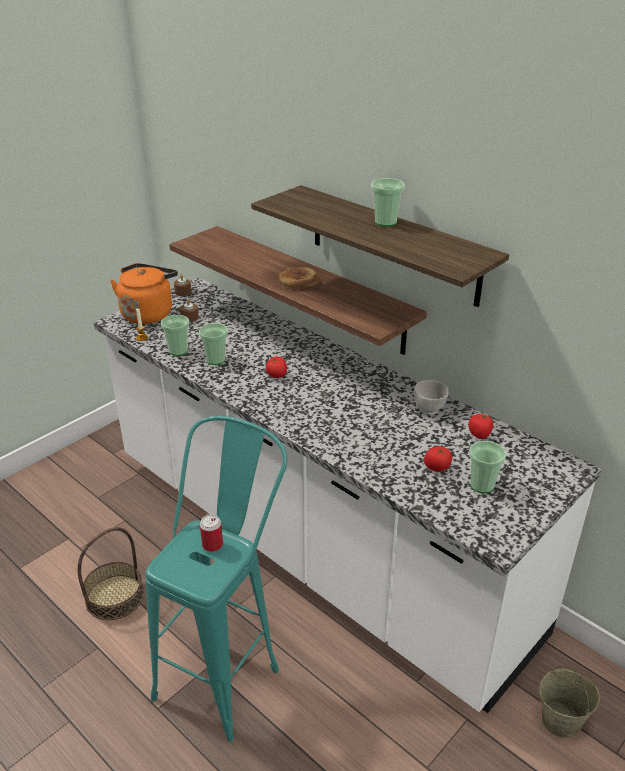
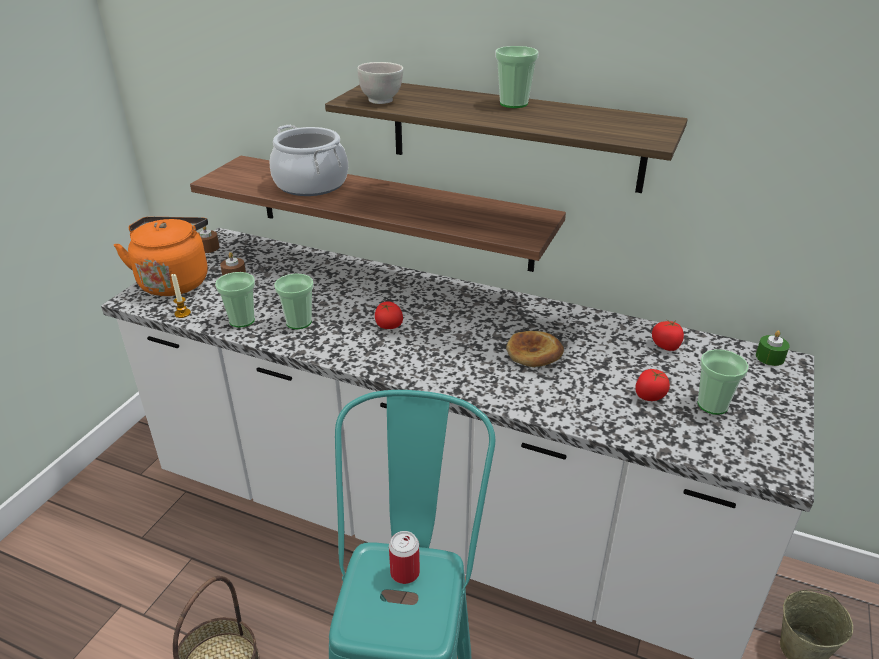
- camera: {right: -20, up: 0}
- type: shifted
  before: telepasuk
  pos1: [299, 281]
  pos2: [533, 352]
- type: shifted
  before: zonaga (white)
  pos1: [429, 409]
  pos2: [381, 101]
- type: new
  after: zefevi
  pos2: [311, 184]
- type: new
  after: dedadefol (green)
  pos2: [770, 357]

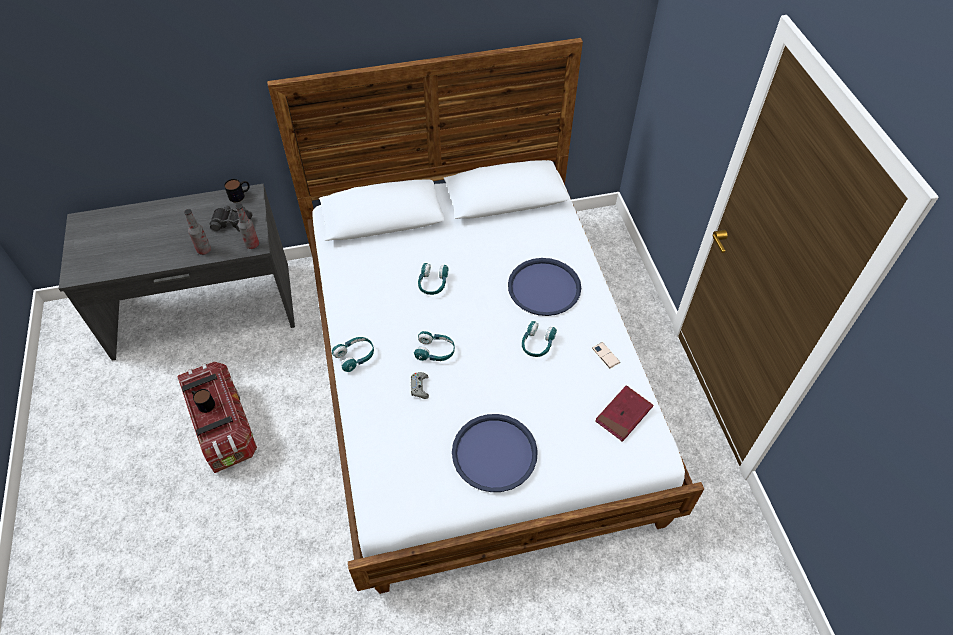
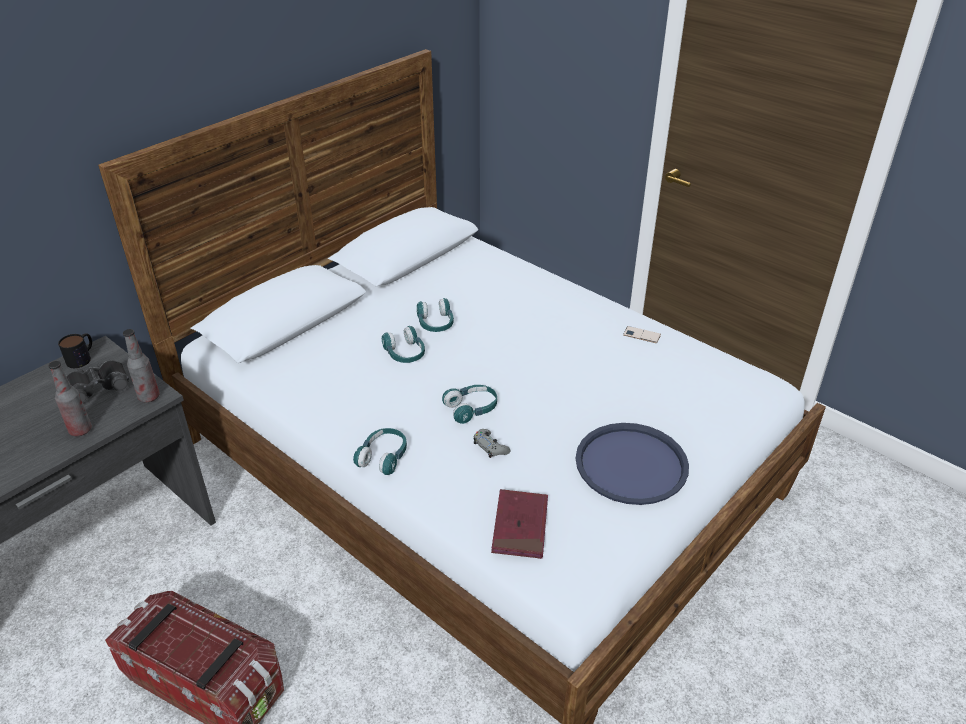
- camera: {right: -35, up: -15}
- type: gone
  before: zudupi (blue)
  pos1: [544, 287]
- type: shifted
  before: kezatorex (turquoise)
  pos1: [537, 344]
  pos2: [435, 323]
- type: shifted
  before: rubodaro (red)
  pos1: [623, 414]
  pos2: [520, 526]
- type: gone
  before: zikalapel
  pos1: [203, 403]

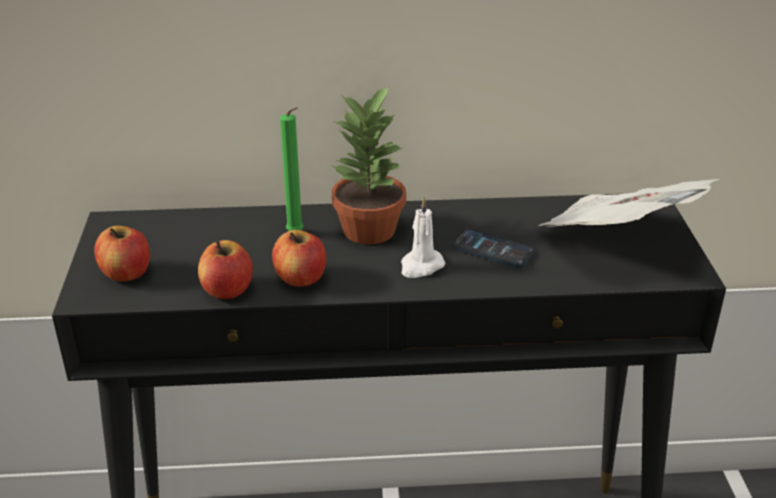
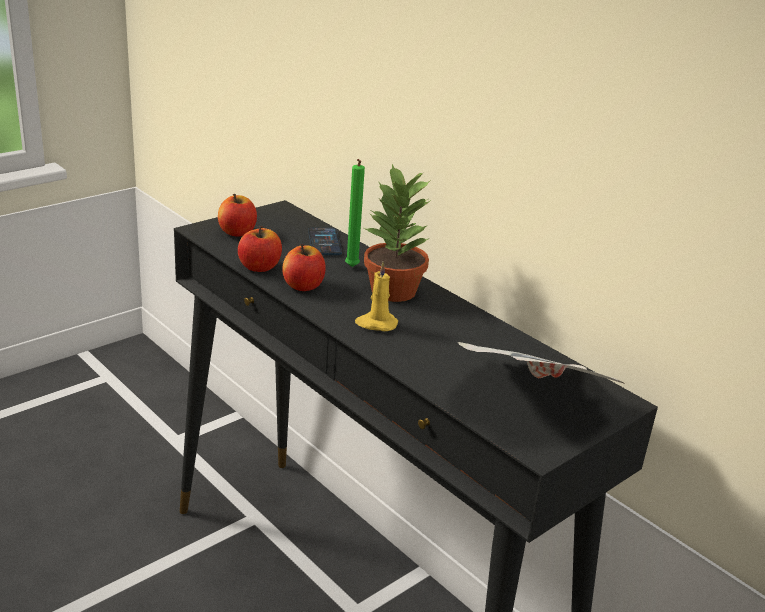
- camera: {right: 50, up: -5}
- type: repainted
  before: dedadefol (white)
  after: dedadefol (yellow)
  pos1: [421, 266]
  pos2: [376, 323]
- type: shifted
  before: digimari
  pos1: [492, 249]
  pos2: [324, 242]

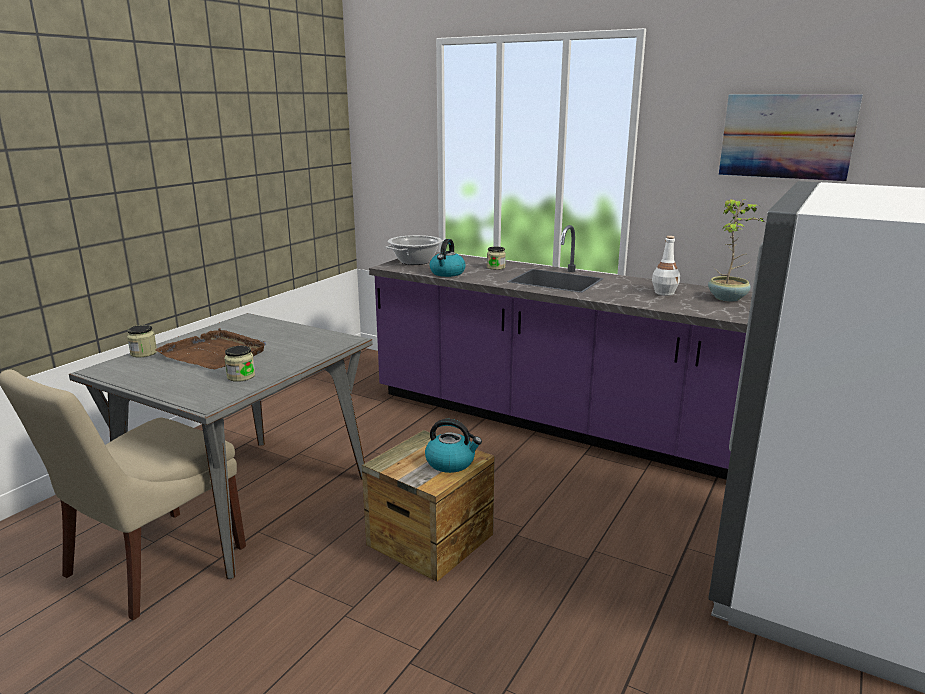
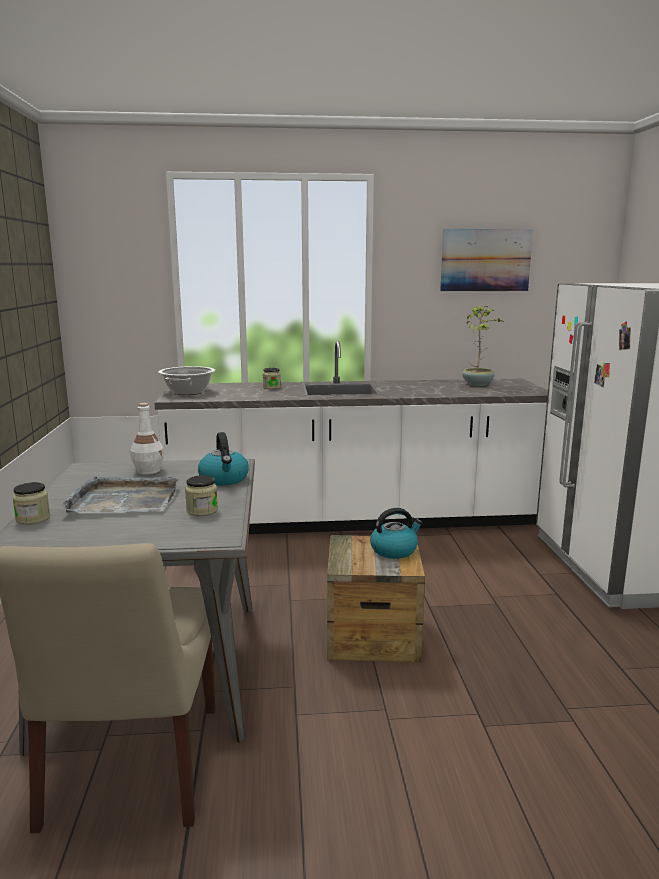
- camera: {right: -35, up: -5}
- type: repainted
  before: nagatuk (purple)
  after: nagatuk (white)
  pos1: [564, 424]
  pos2: [354, 520]
- type: shifted
  before: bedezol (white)
  pos1: [664, 293]
  pos2: [148, 471]
- type: shifted
  before: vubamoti
  pos1: [447, 273]
  pos2: [224, 479]
- type: repainted
  before: zudupi (brown)
  after: zudupi (grey)
  pos1: [214, 353]
  pos2: [123, 500]

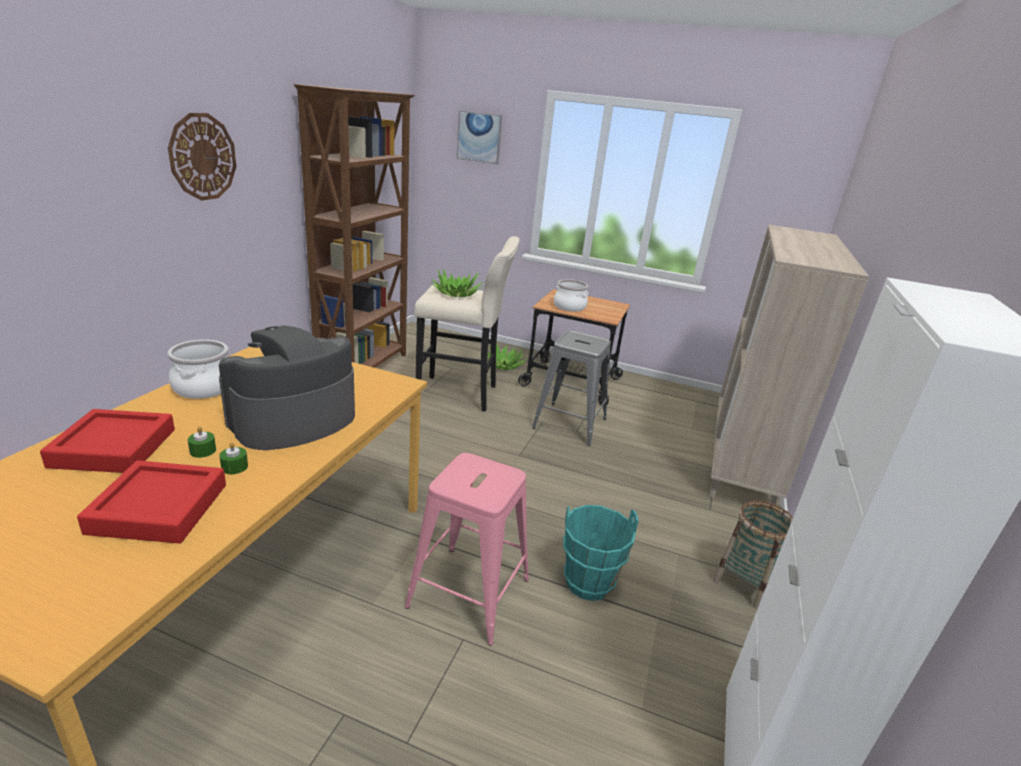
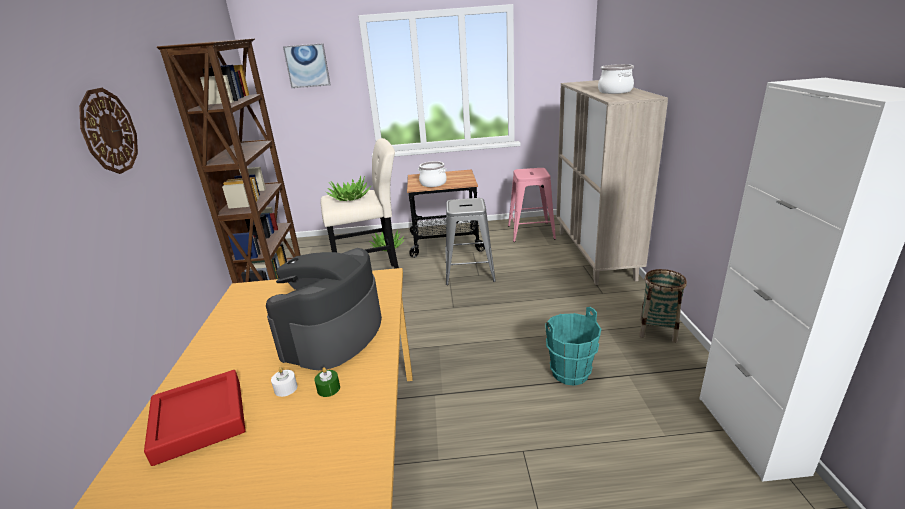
- camera: {right: -20, up: 0}
- type: shifted
  before: zefevi
  pos1: [204, 388]
  pos2: [615, 91]
- type: repainted
  before: dedadefol (green)
  after: dedadefol (white)
  pos1: [203, 451]
  pos2: [286, 388]
- type: shifted
  before: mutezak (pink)
  pos1: [468, 592]
  pos2: [530, 232]
- type: gone
  before: zudupi (red)
  pos1: [159, 508]

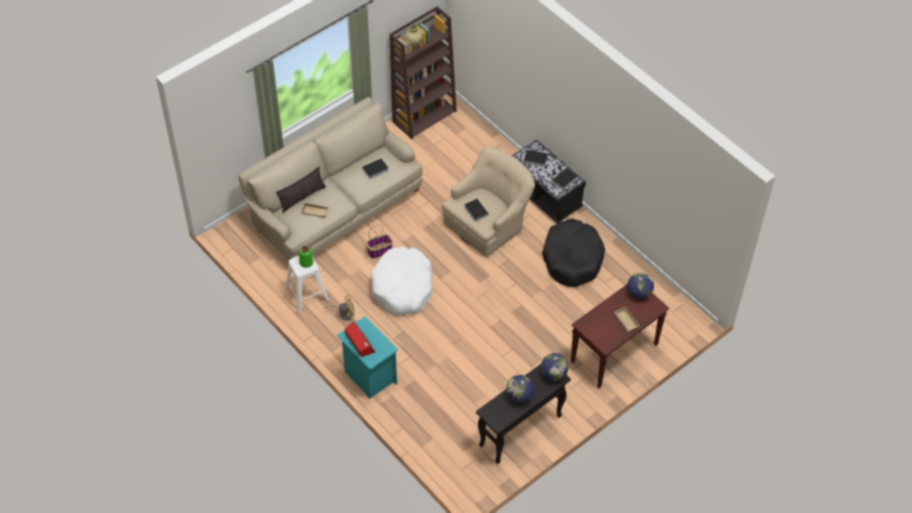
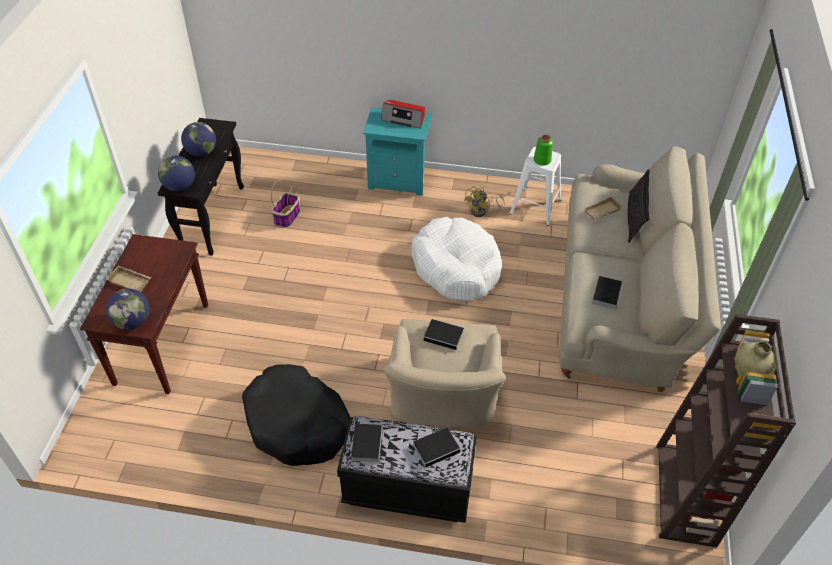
- camera: {right: 140, up: -5}
- type: shifted
  before: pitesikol
  pos1: [380, 250]
  pos2: [287, 217]

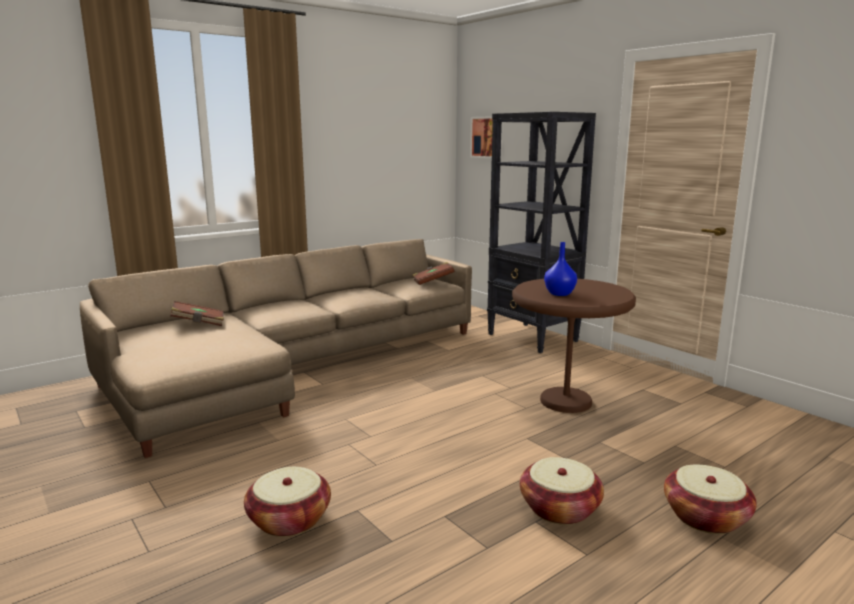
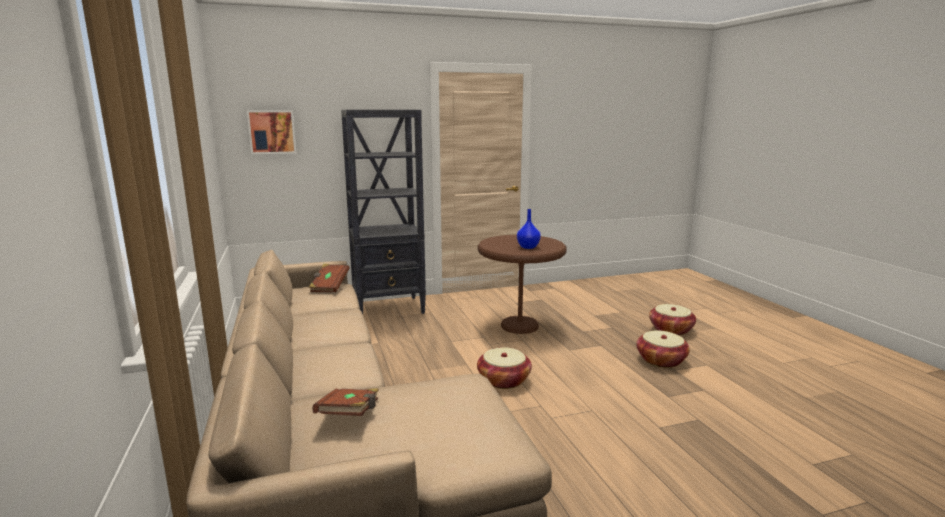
- camera: {right: -70, up: 0}
- type: shifted
  before: pitesikol
  pos1: [289, 520]
  pos2: [504, 380]

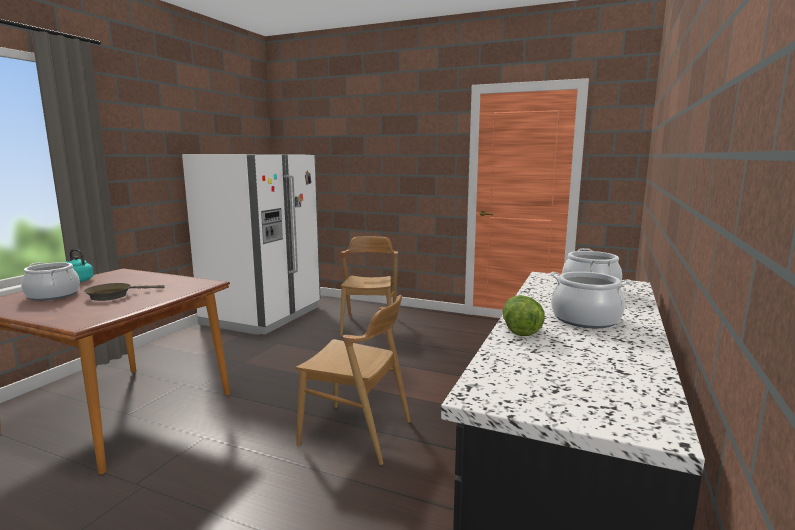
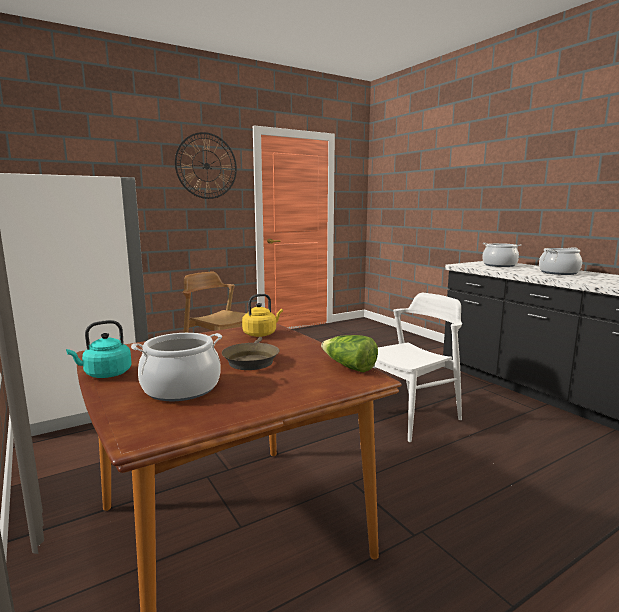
- camera: {right: -55, up: 0}
- type: repainted
  before: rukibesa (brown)
  after: rukibesa (white)
  pos1: [356, 433]
  pos2: [410, 417]
- type: shifted
  before: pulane
  pos1: [519, 329]
  pos2: [349, 367]
- type: new
  after: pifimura
  pos2: [206, 166]
- type: new
  after: vubamoti (yellow)
  pos2: [261, 334]

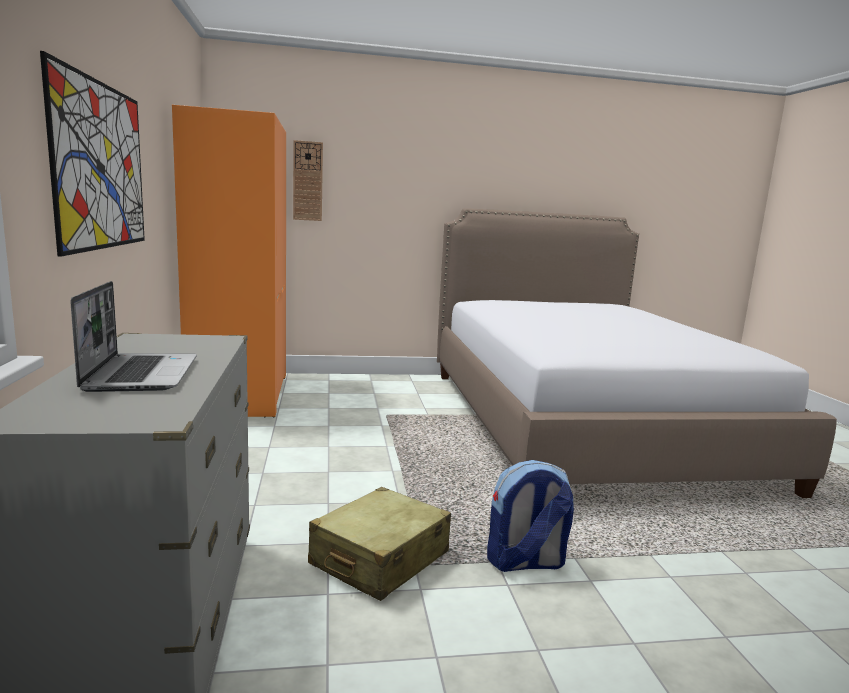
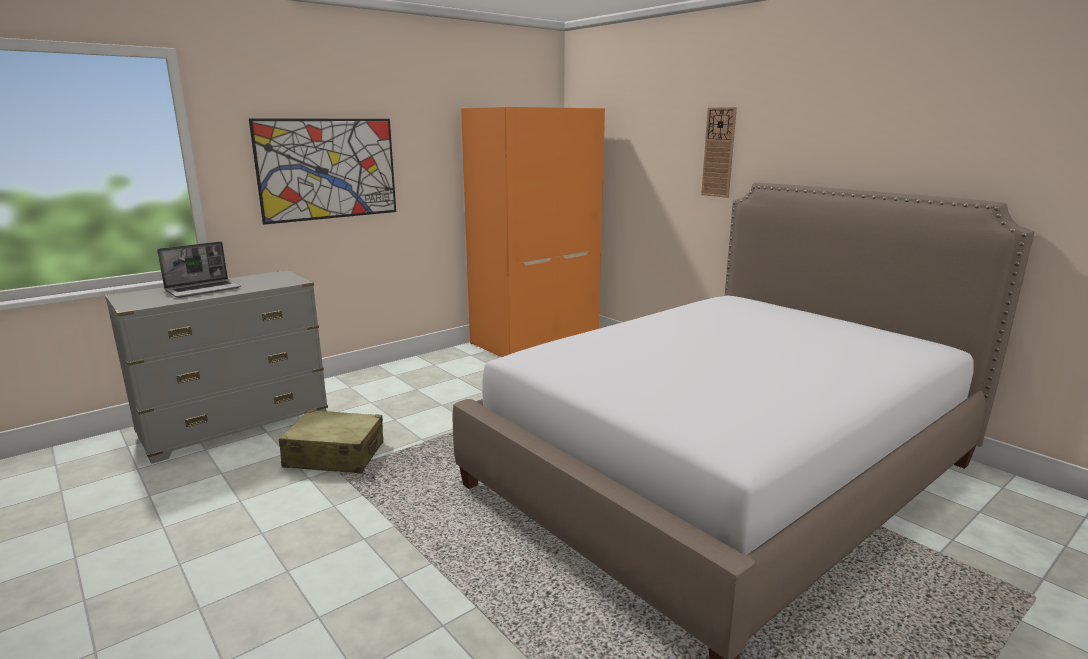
- camera: {right: 60, up: 5}
- type: shifted
  before: pifimura
  pos1: [307, 181]
  pos2: [719, 152]
- type: gone
  before: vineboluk
  pos1: [525, 562]

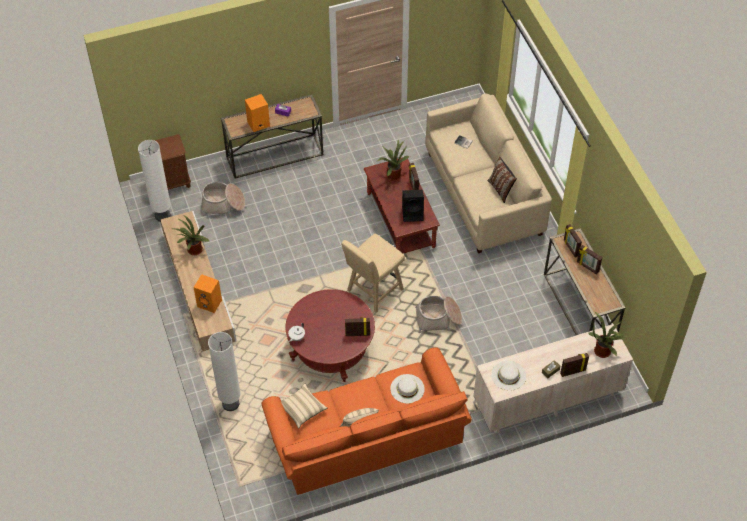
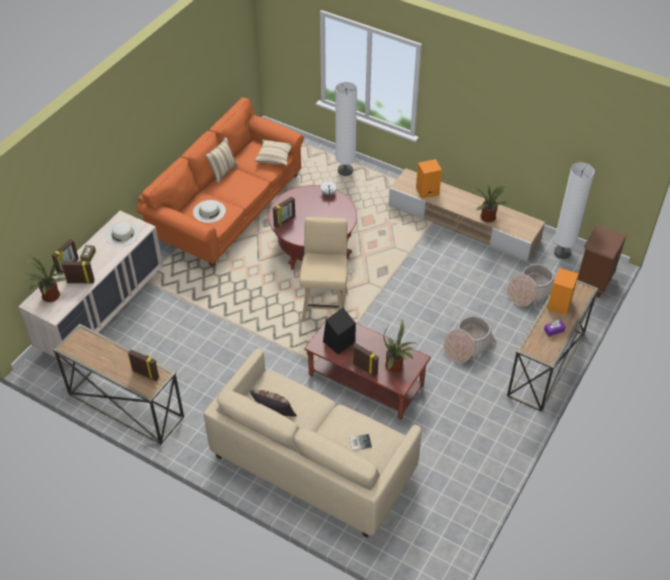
- camera: {right: 140, up: -5}
- type: shifted
  before: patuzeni
  pos1: [587, 267]
  pos2: [81, 281]
- type: shifted
  before: pitesikol
  pos1: [438, 319]
  pos2: [467, 346]

